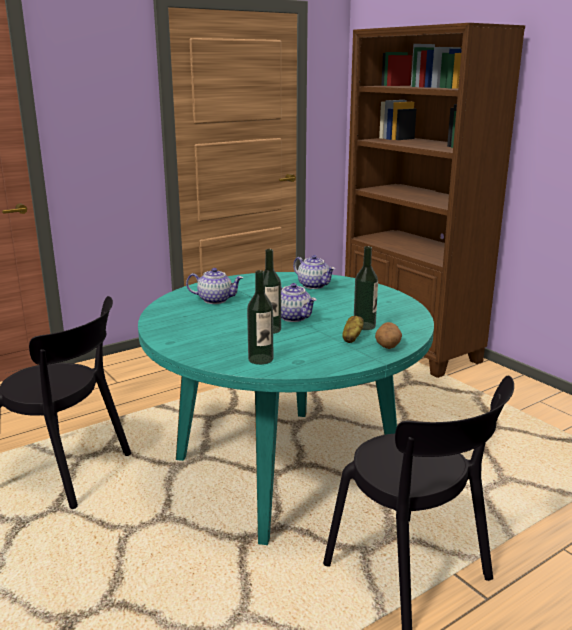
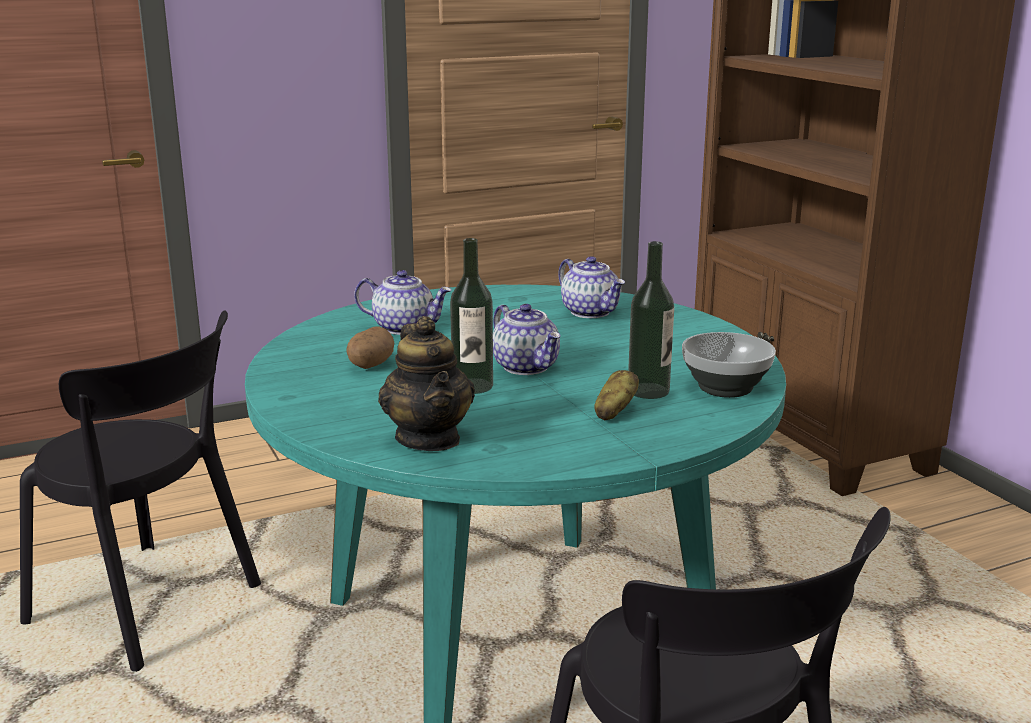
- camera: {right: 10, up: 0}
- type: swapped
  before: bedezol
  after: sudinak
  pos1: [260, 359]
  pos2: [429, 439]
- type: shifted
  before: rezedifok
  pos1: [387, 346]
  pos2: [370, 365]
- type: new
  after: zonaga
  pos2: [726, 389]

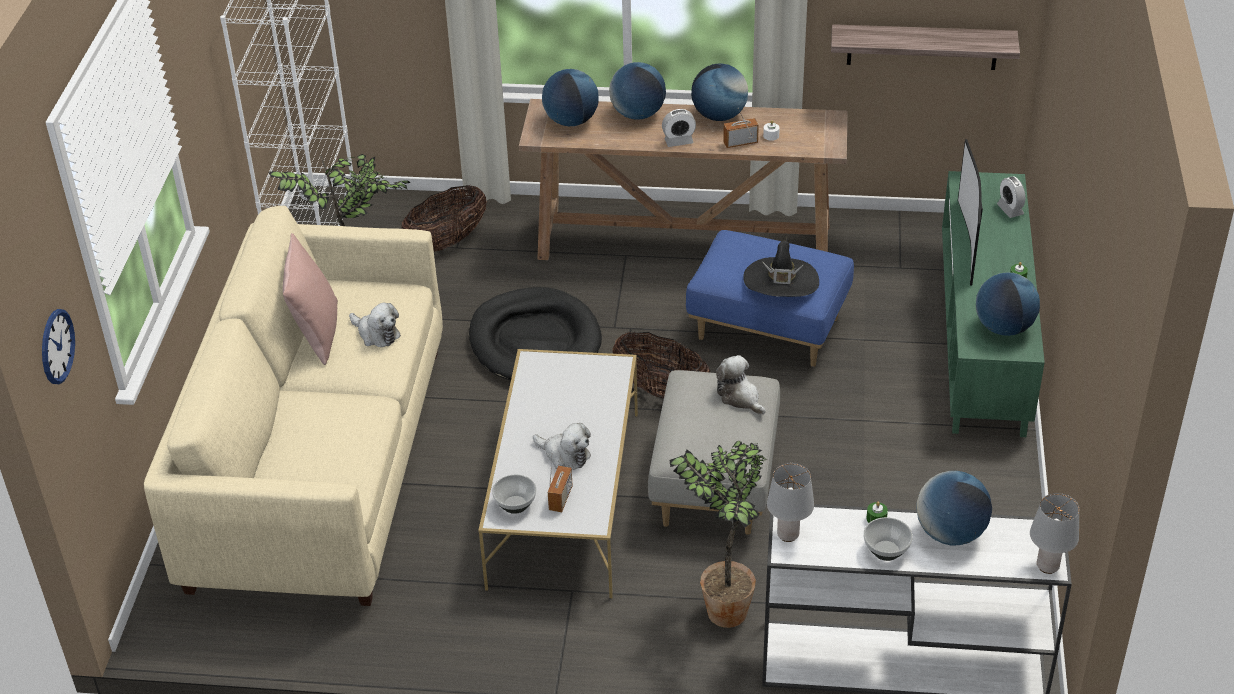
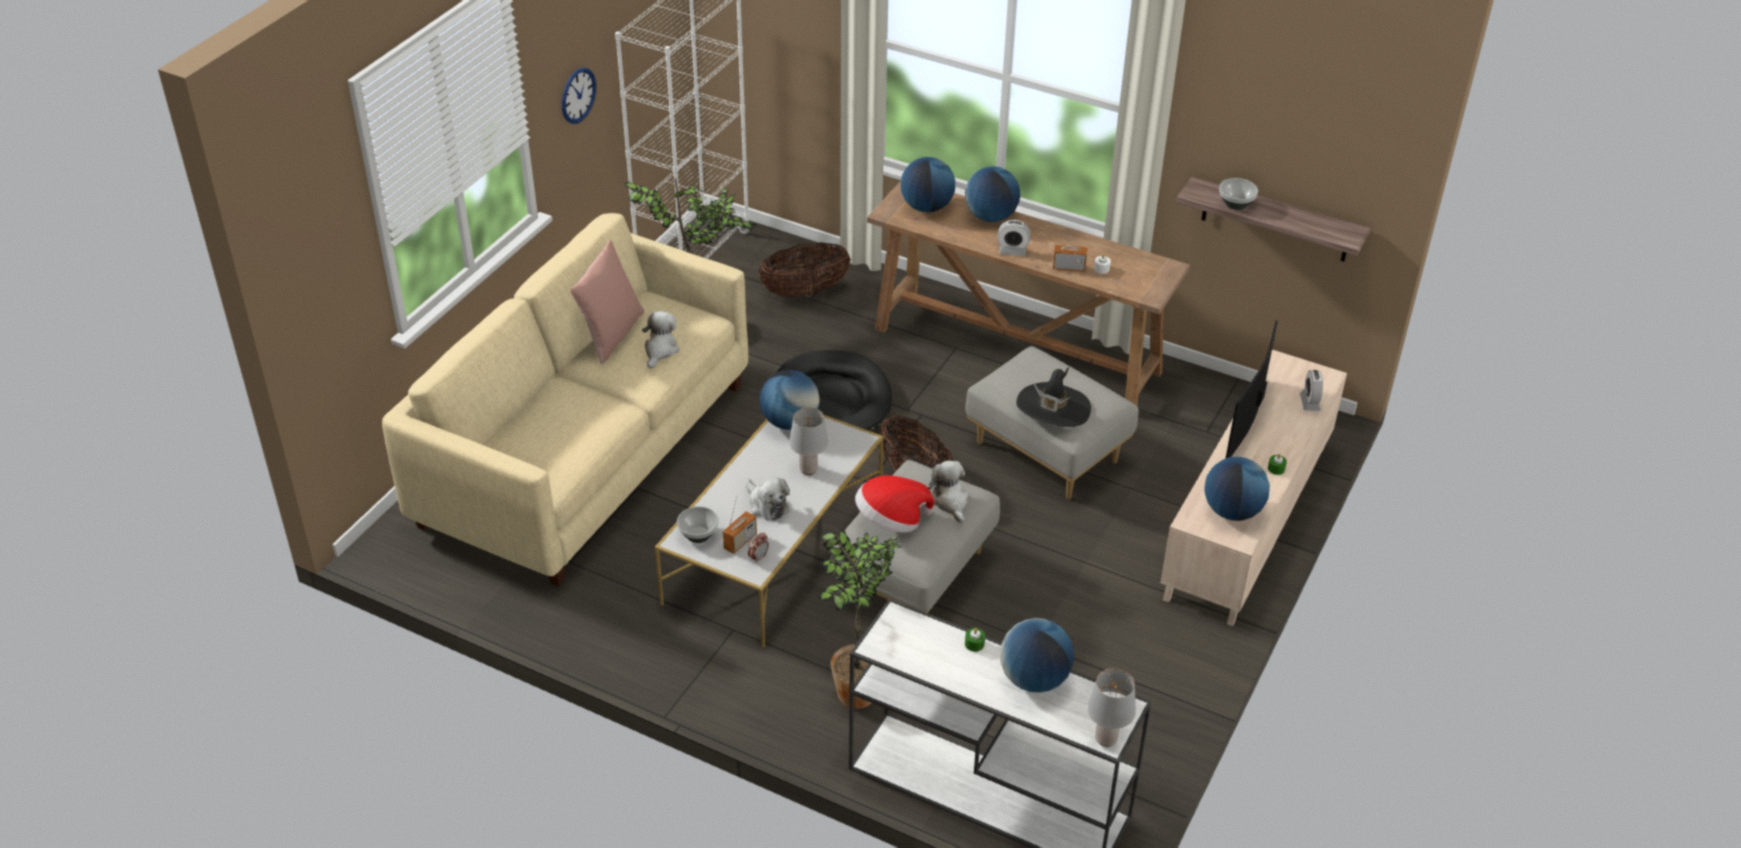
- camera: {right: 20, up: 0}
- type: shifted
  before: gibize
  pos1: [719, 116]
  pos2: [790, 422]
- type: repainted
  before: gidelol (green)
  after: gidelol (beige)
  pos1: [982, 337]
  pos2: [1247, 520]
- type: repainted
  before: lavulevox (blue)
  after: lavulevox (grey)
  pos1: [769, 328]
  pos2: [1048, 452]
- type: rotated
  before: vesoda
  pos1: [376, 334]
  pos2: [660, 350]
  turn: -135
- type: shifted
  before: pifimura
  pos1: [57, 346]
  pos2: [578, 95]
- type: shifted
  before: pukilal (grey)
  pos1: [787, 534]
  pos2: [808, 469]
- type: shifted
  before: zonaga
  pos1: [886, 551]
  pos2: [1235, 204]
- type: new
  after: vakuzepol
  pos2: [891, 521]
- type: new
  after: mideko
  pos2: [758, 557]

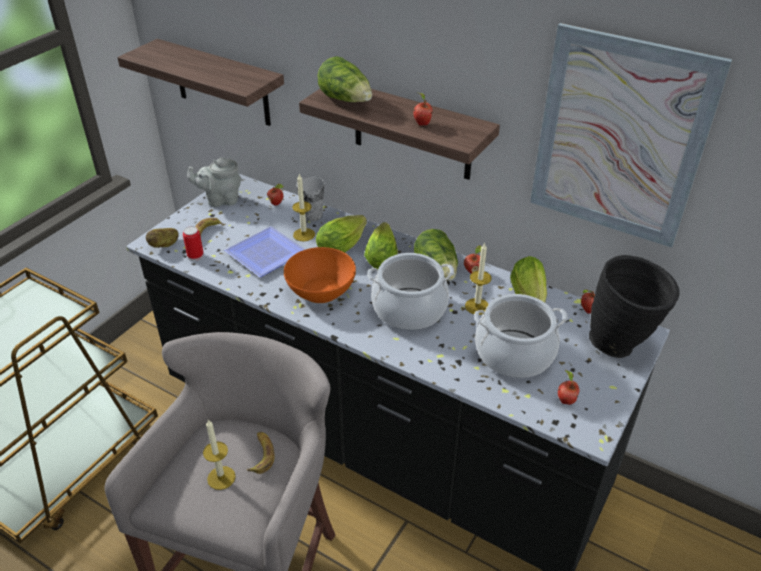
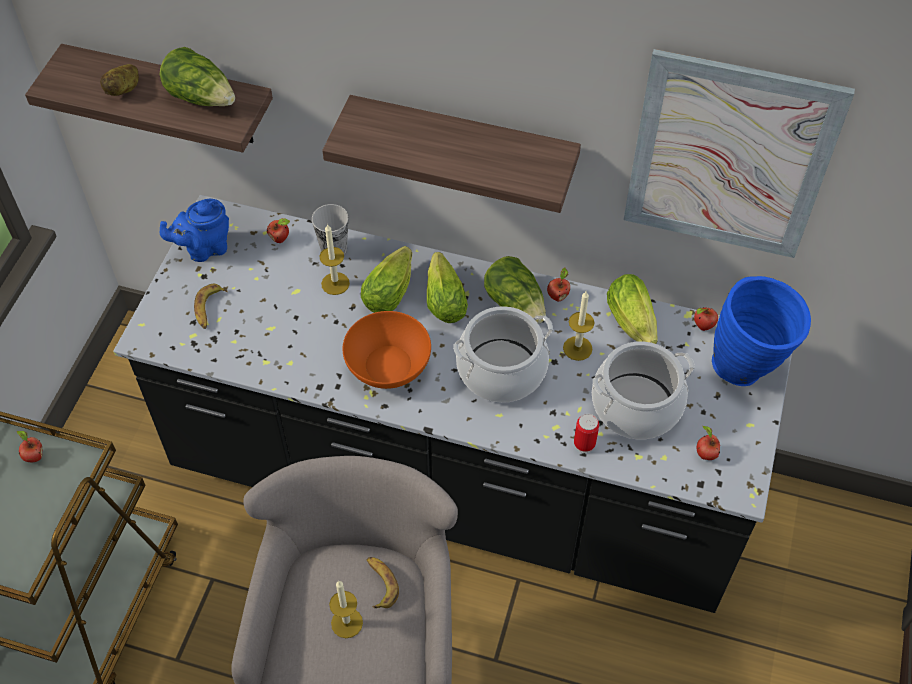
- camera: {right: -15, up: 15}
- type: shifted
  before: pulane
  pos1: [346, 100]
  pos2: [202, 97]
- type: shifted
  before: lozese
  pos1: [422, 123]
  pos2: [34, 457]
- type: repainted
  before: sudinak (grey)
  after: sudinak (blue)
  pos1: [220, 200]
  pos2: [204, 248]
- type: shifted
  before: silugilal
  pos1: [195, 256]
  pos2: [584, 443]
- type: gone
  before: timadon
  pos1: [269, 254]
- type: shifted
  before: rezedifok
  pos1: [164, 245]
  pos2: [124, 89]
- type: repainted
  before: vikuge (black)
  after: vikuge (blue)
  pos1: [621, 345]
  pos2: [748, 367]

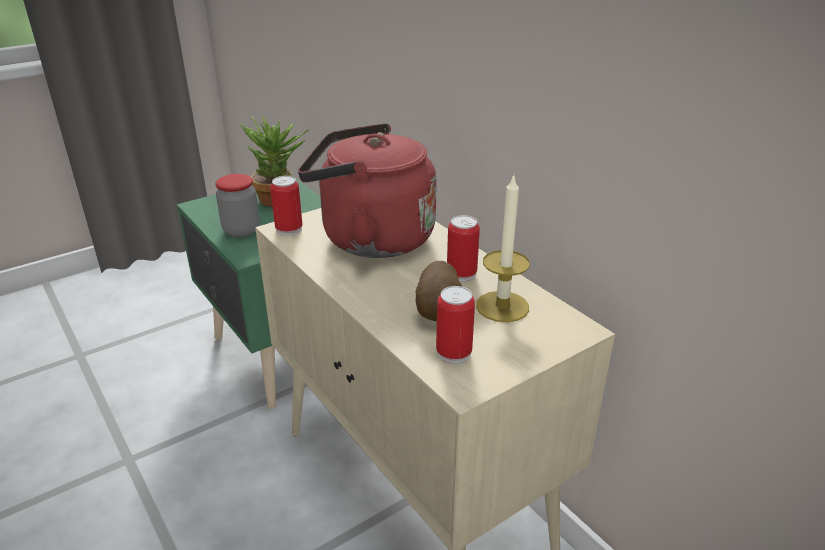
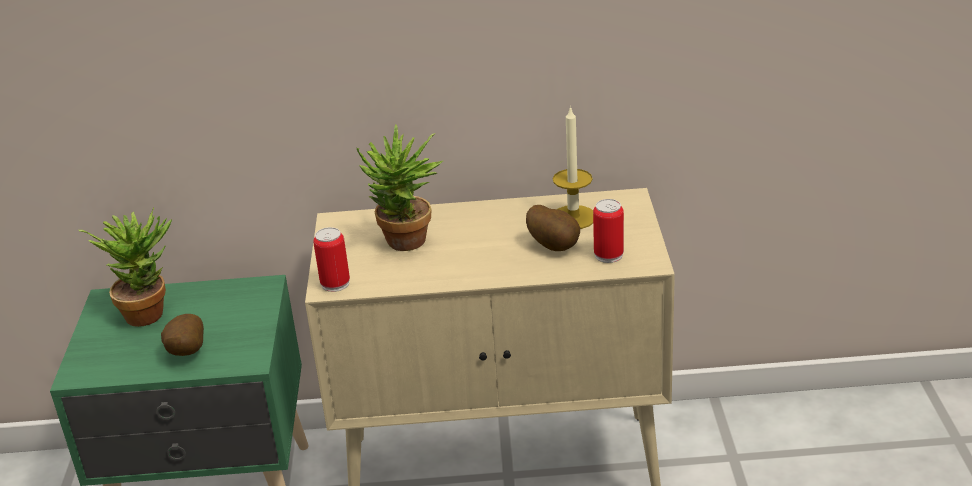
- camera: {right: -55, up: 0}
- type: swapped
  before: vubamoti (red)
  after: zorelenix
  pos1: [370, 239]
  pos2: [406, 245]
- type: swapped
  before: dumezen
  after: rezedifok
  pos1: [241, 230]
  pos2: [186, 354]
- type: gone
  before: silugilal
  pos1: [461, 274]

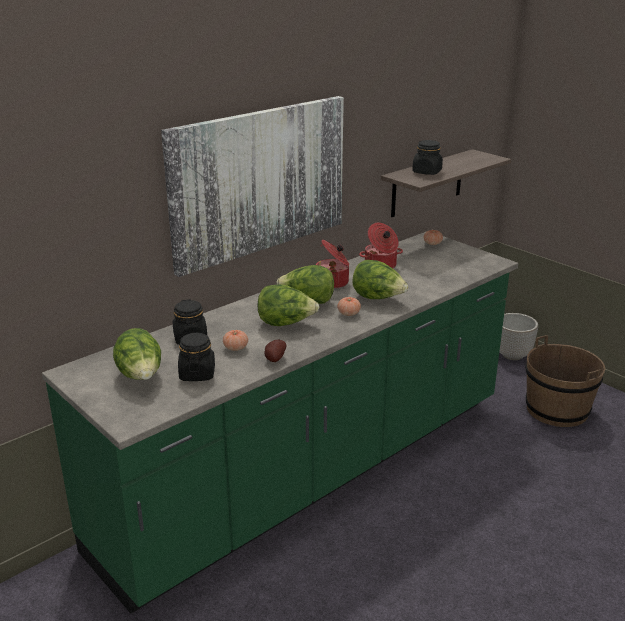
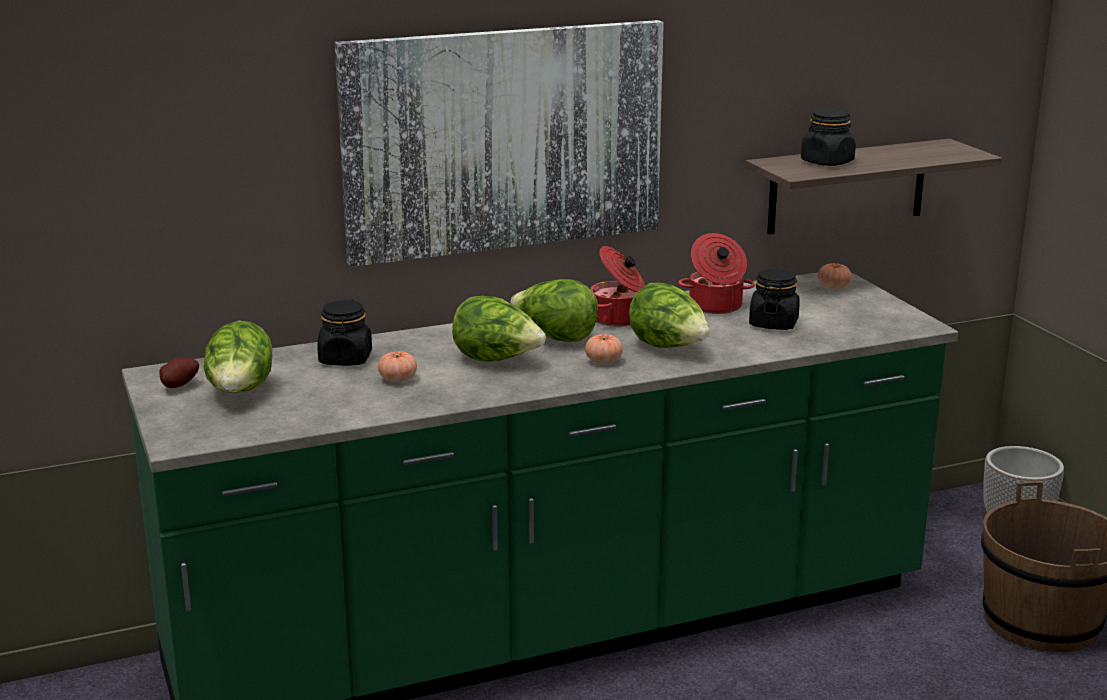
- camera: {right: 20, up: -5}
- type: shifted
  before: dumezen (black)
  pos1: [197, 374]
  pos2: [773, 323]
- type: shifted
  before: rezedifok
  pos1: [274, 359]
  pos2: [178, 386]

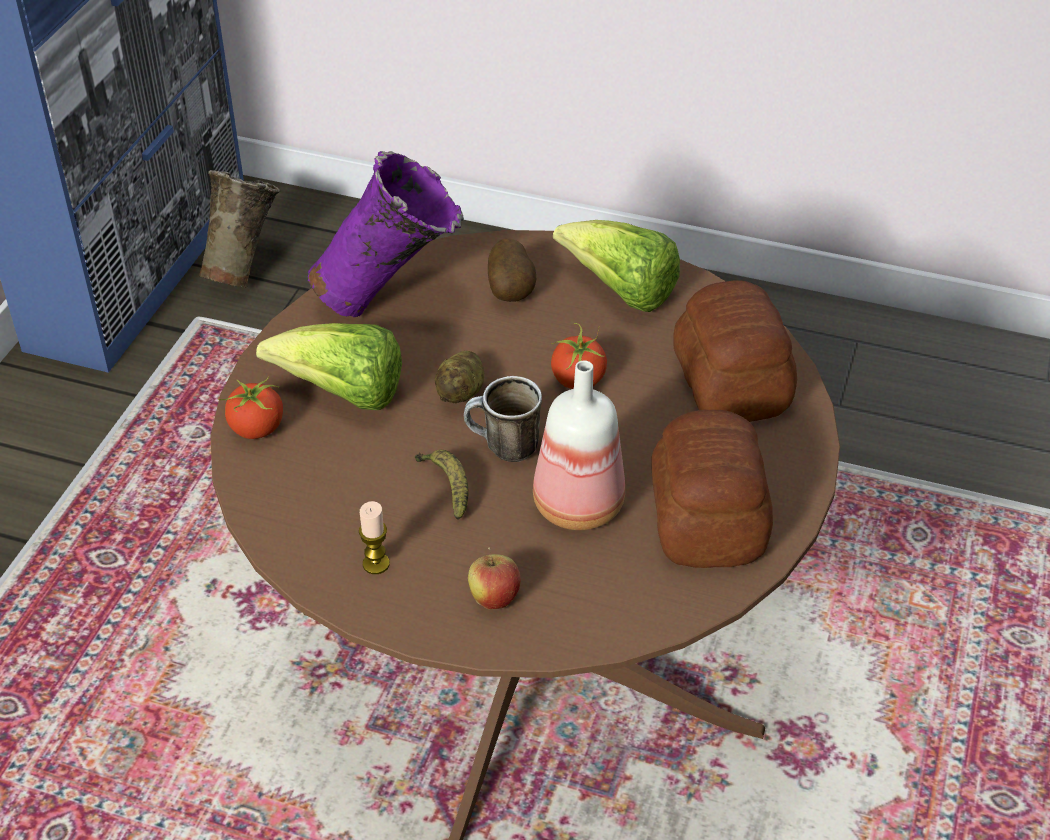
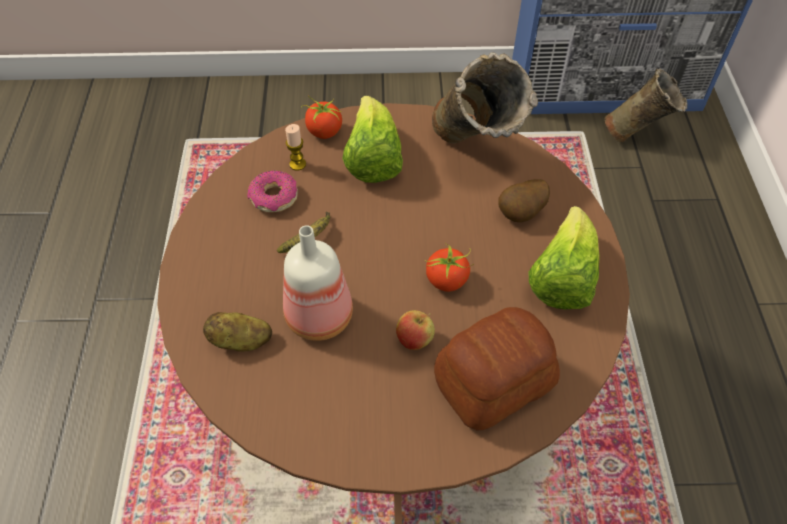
- camera: {right: 70, up: 10}
- type: repainted
  before: vikuge (purple)
  after: vikuge (beige)
  pos1: [392, 302]
  pos2: [473, 155]
- type: shifted
  before: rezedifok
  pos1: [462, 392]
  pos2: [240, 341]
- type: gone
  before: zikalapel
  pos1: [503, 449]
- type: gone
  before: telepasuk
  pos1: [708, 517]
- type: shifted
  before: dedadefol
  pos1: [376, 564]
  pos2: [297, 164]
- type: shifted
  before: lozese
  pos1: [494, 598]
  pos2: [414, 340]
- type: new
  after: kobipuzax
  pos2: [274, 197]

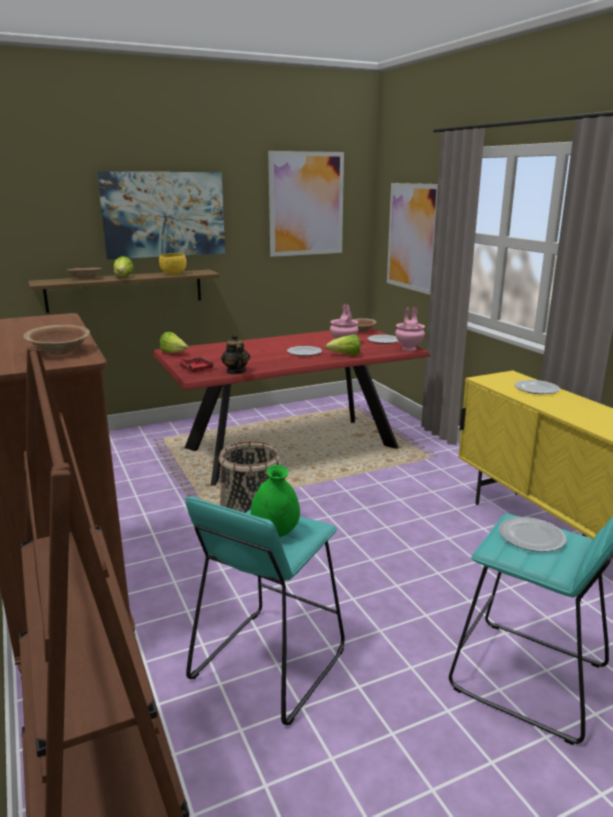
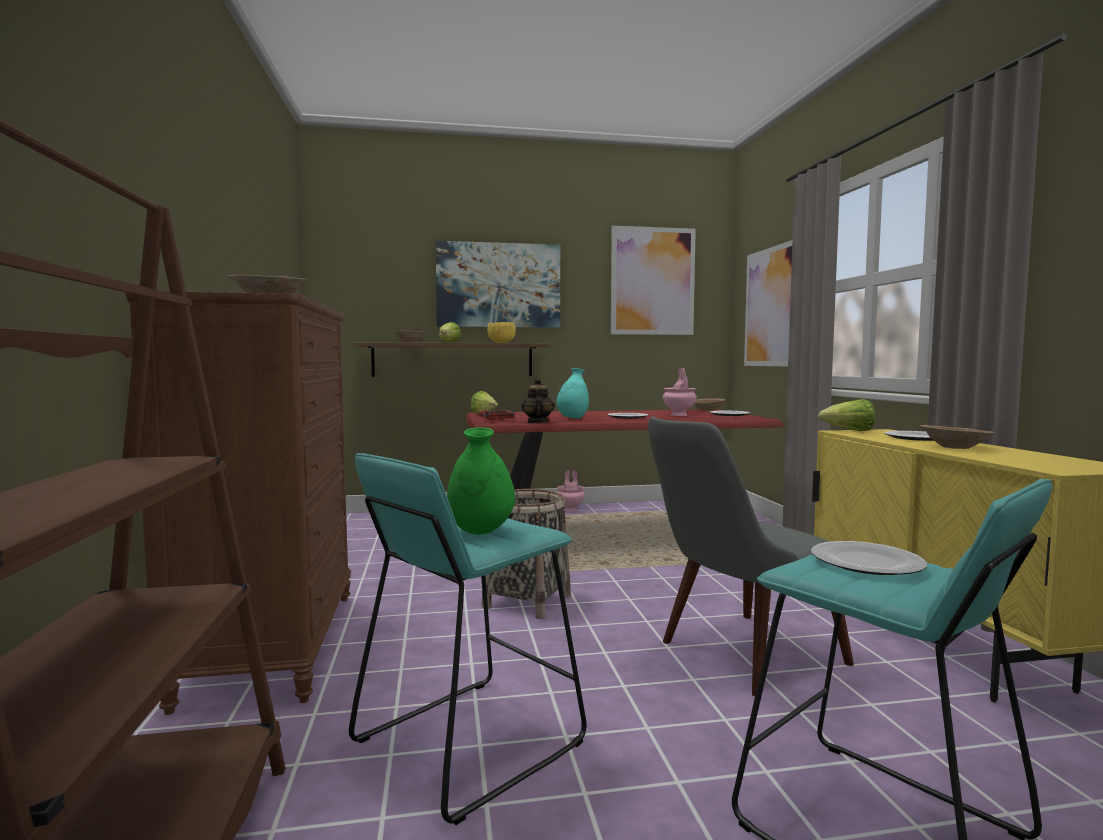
- camera: {right: 15, up: -15}
- type: shifted
  before: vikuge (pink)
  pos1: [409, 348]
  pos2: [571, 509]
- type: shifted
  before: pulane
  pos1: [345, 355]
  pos2: [849, 431]
- type: new
  after: vikuge (turquoise)
  pos2: [572, 418]
- type: new
  after: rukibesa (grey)
  pos2: [736, 657]
- type: new
  after: zonaga (brown)
  pos2: [955, 447]

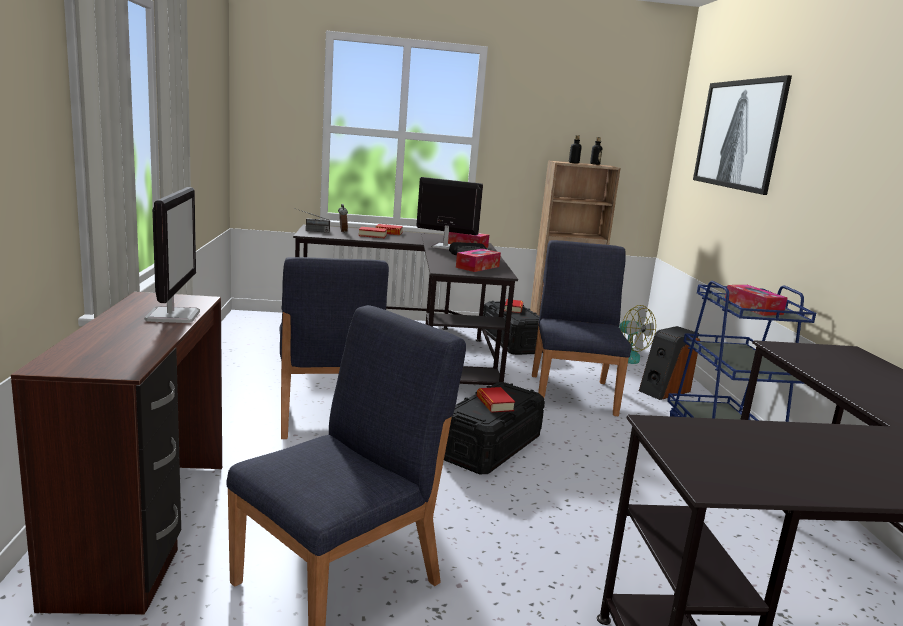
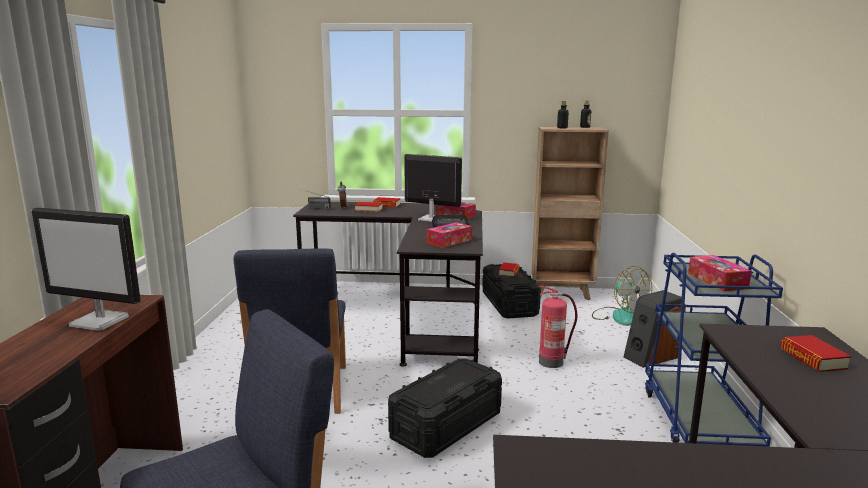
- camera: {right: 10, up: 0}
- type: gone
  before: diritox
  pos1: [738, 134]
- type: rotated
  before: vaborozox
  pos1: [173, 316]
  pos2: [100, 321]
  turn: 105
- type: swapped
  before: rukibesa (blue)
  after: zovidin
  pos1: [573, 394]
  pos2: [552, 362]
- type: shifted
  before: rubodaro
  pos1: [494, 404]
  pos2: [813, 359]

